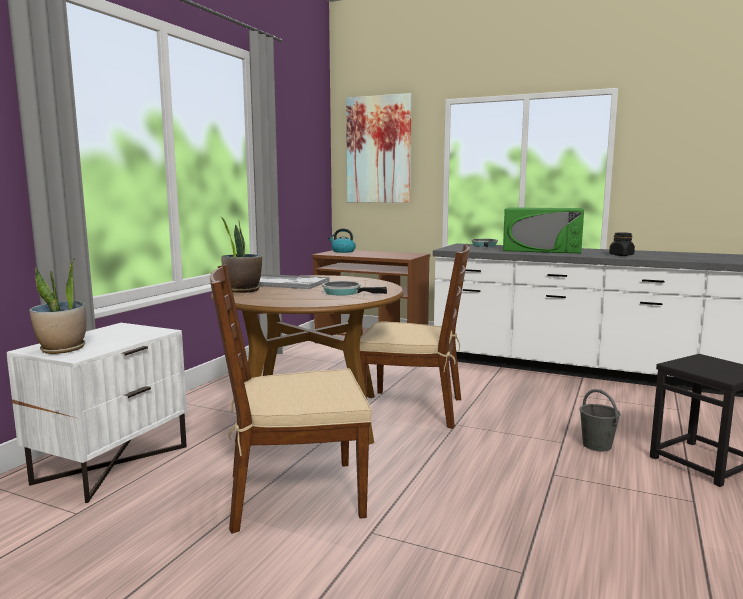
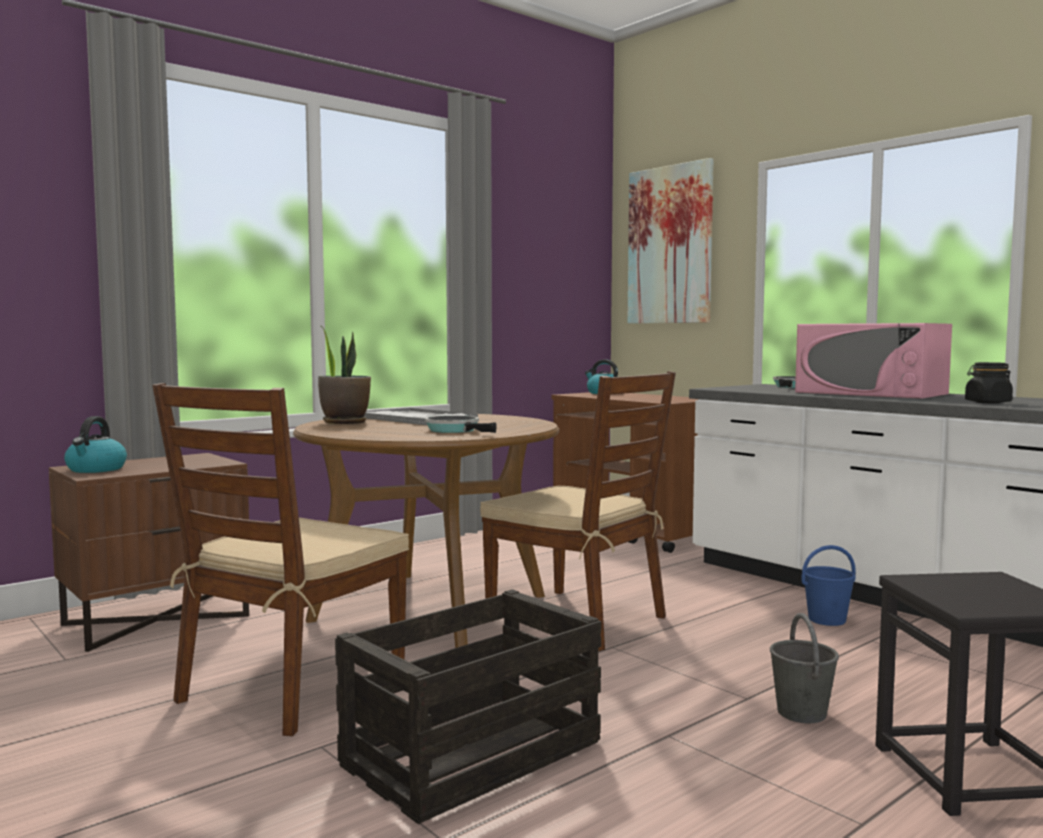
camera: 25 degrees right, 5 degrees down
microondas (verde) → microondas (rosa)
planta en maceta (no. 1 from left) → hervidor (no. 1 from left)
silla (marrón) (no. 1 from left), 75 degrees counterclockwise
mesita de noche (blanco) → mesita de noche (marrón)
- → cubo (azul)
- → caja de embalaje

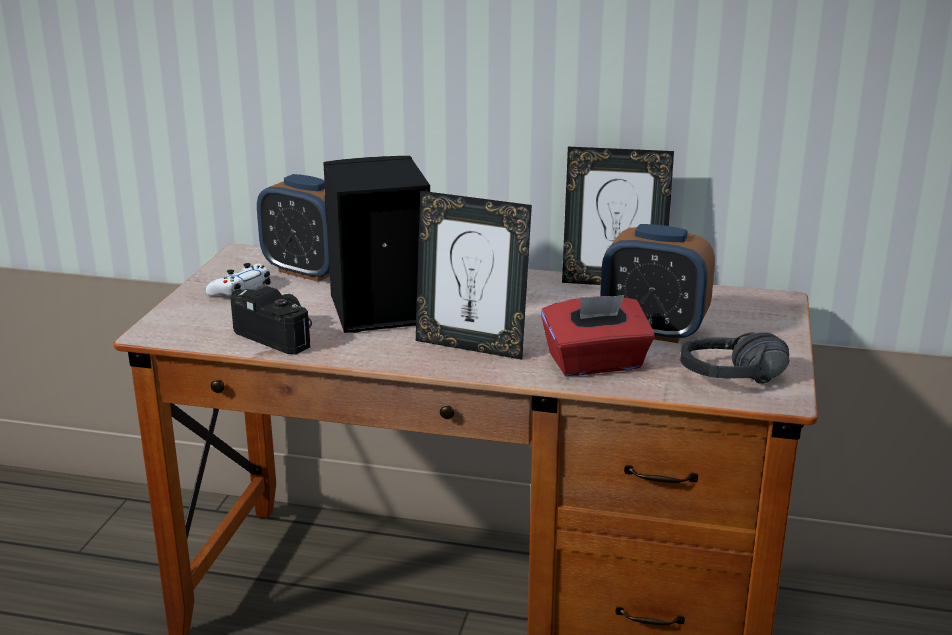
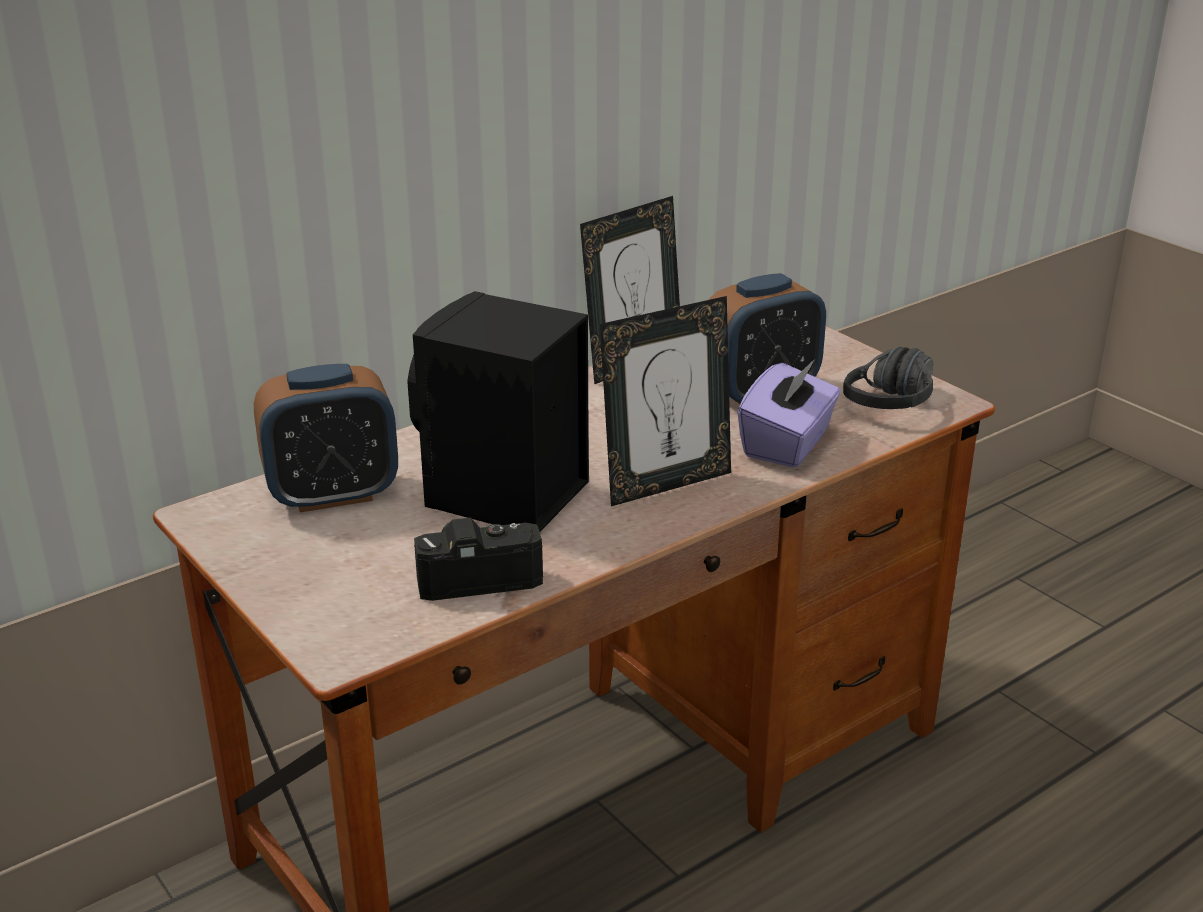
camera: 50 degrees left, 5 degrees up
mando de consola (blanco) → -
caja de pañuelos (rojo) → caja de pañuelos (morado)

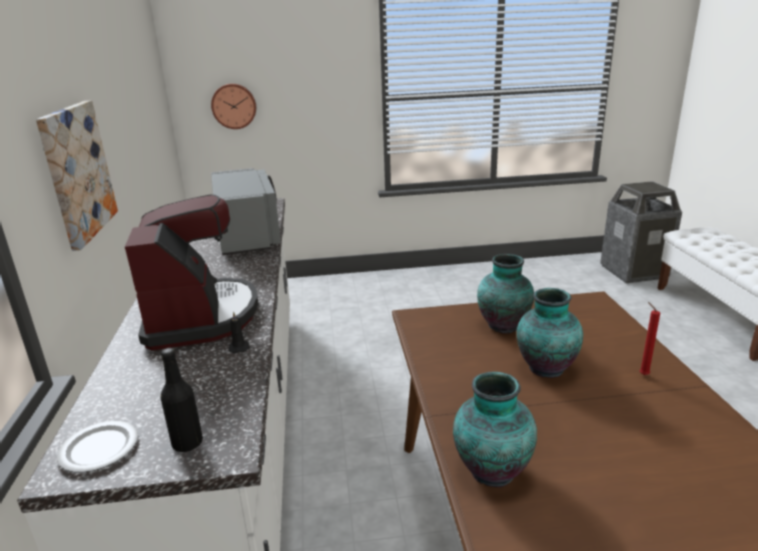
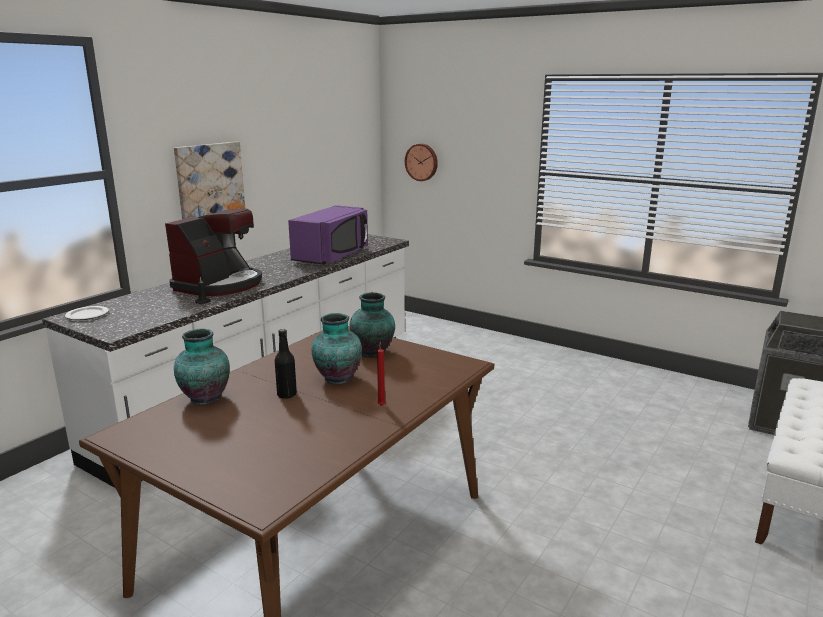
camera: 40 degrees right, 5 degrees down
microondas (gris) → microondas (morado)
botella (negro), shifted

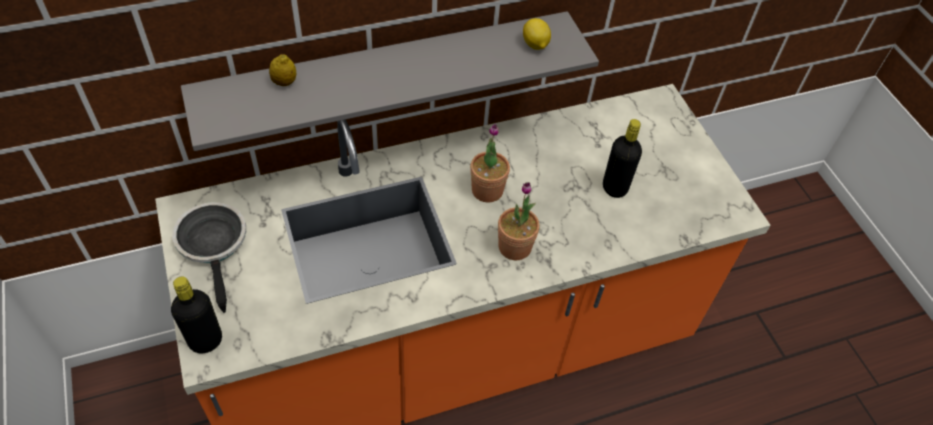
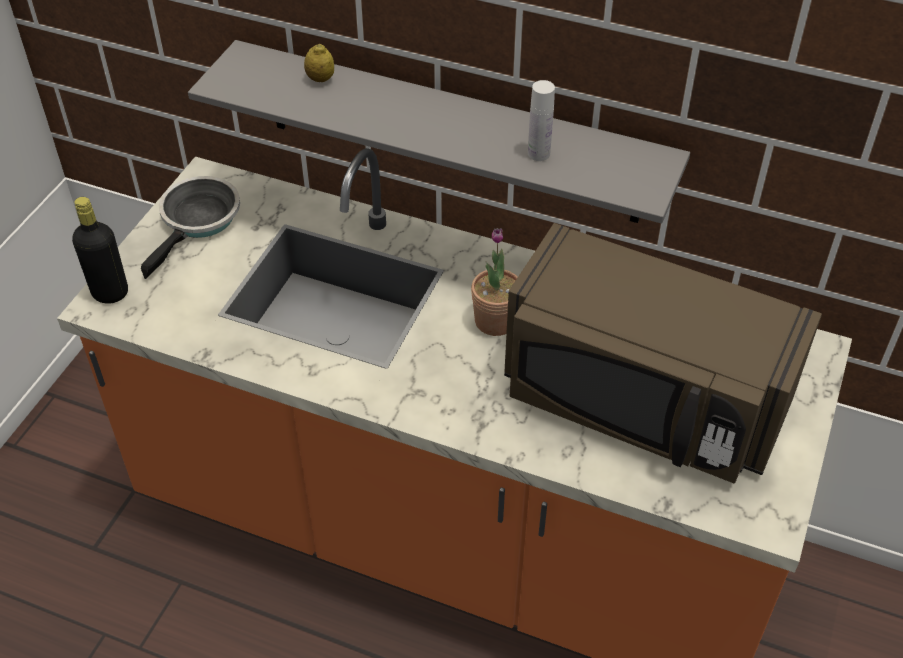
camera: 45 degrees right, 5 degrees down
limón (no. 2 from left) → -
botella (negro) (no. 2 from left) → microondas (marrón)
planta en maceta (no. 2 from left) → -
- → botella (blanco)

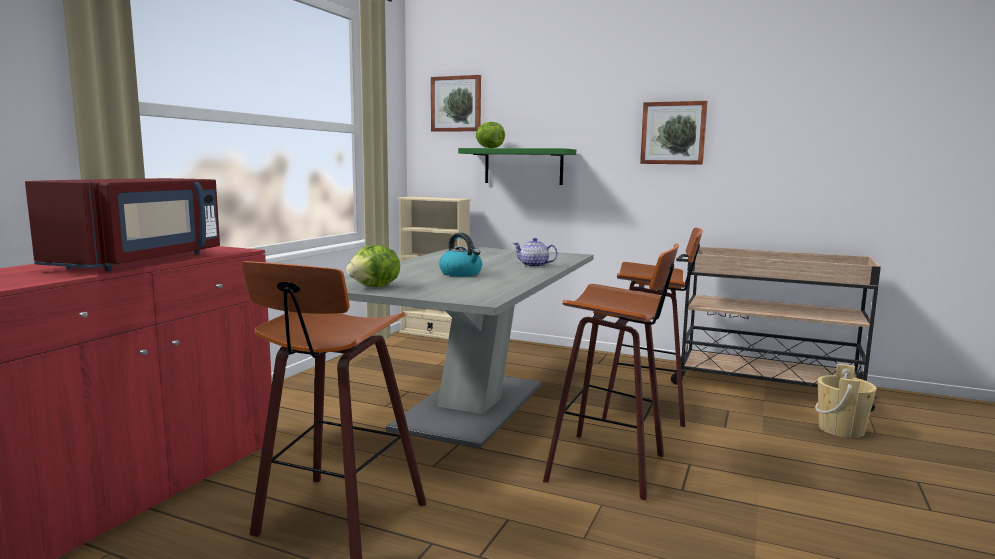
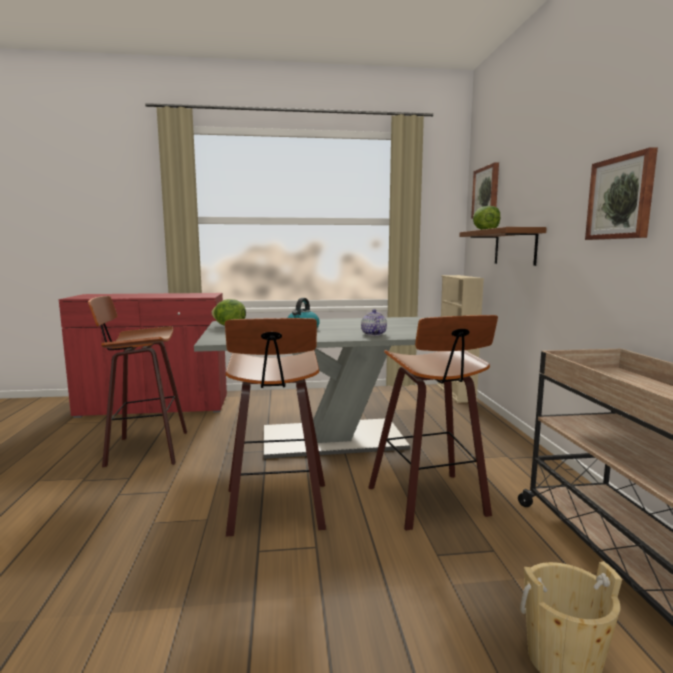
camera: 60 degrees right, 0 degrees up
estante (verde) → estante (marrón)
microondas (rojo) → -

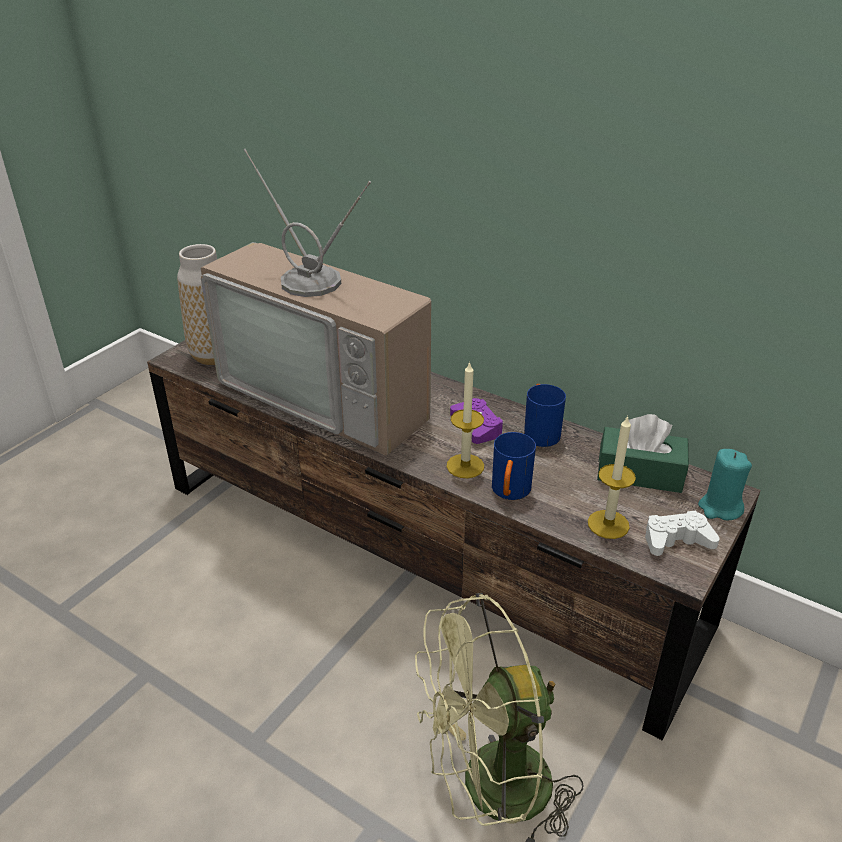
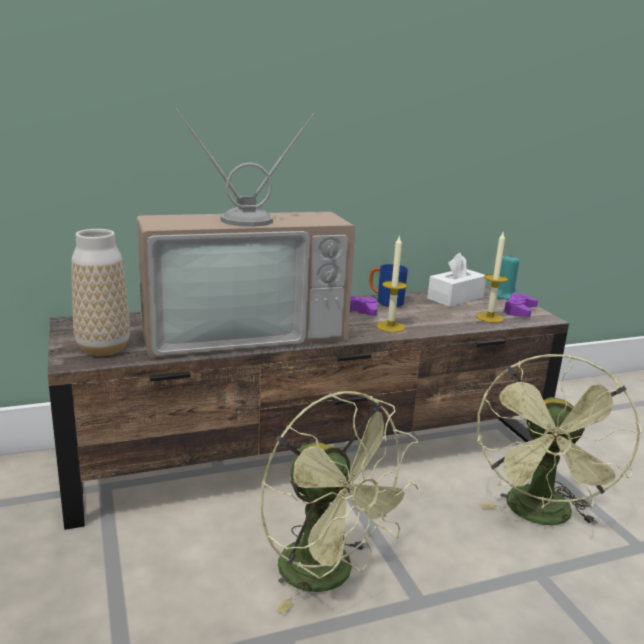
camera: 55 degrees left, 15 degrees down
caja de pañuelos (verde) → caja de pañuelos (blanco)
taza grande (azul) (no. 1 from left) → -
mando de consola (blanco) → mando de consola (morado) (no. 2 from left)
- → ventilador (verde) (no. 1 from left)

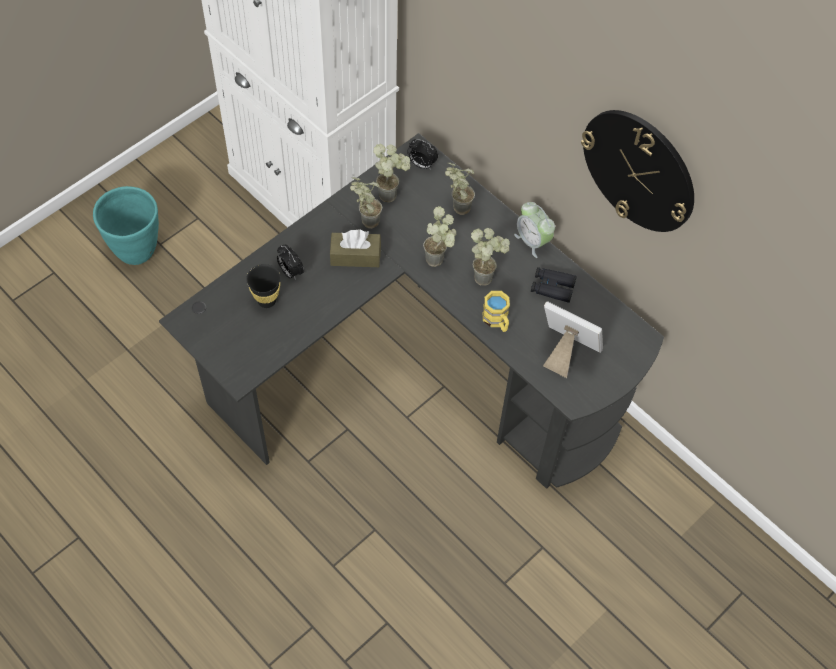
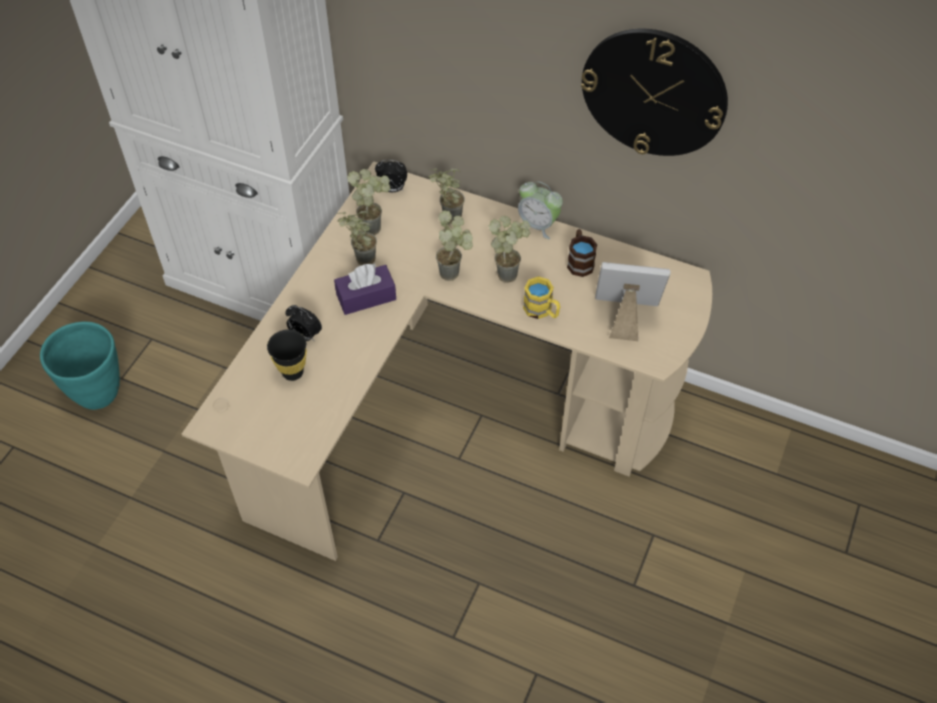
camera: 20 degrees left, 5 degrees down
escritorio (negro) → escritorio (beis)
caja de pañuelos (marrón) → caja de pañuelos (morado)
prismáticos (negro) → taza grande (marrón)

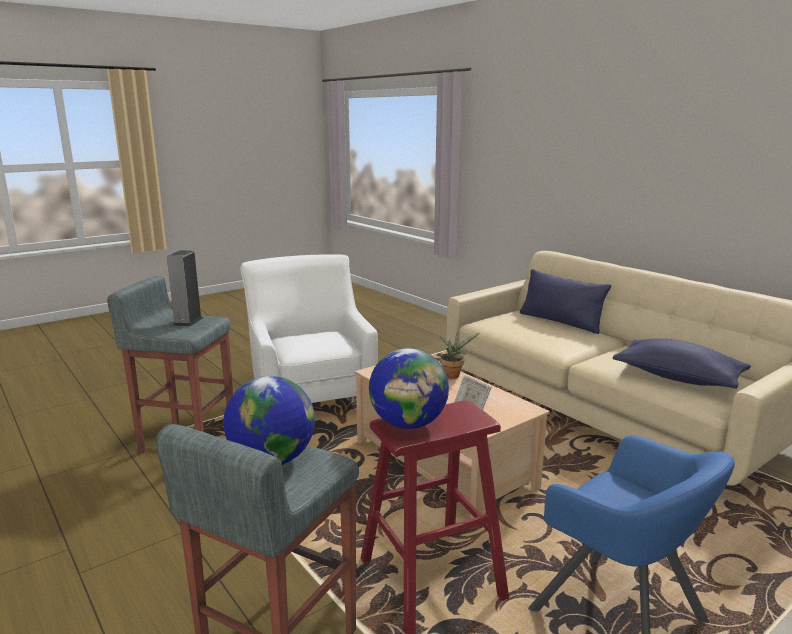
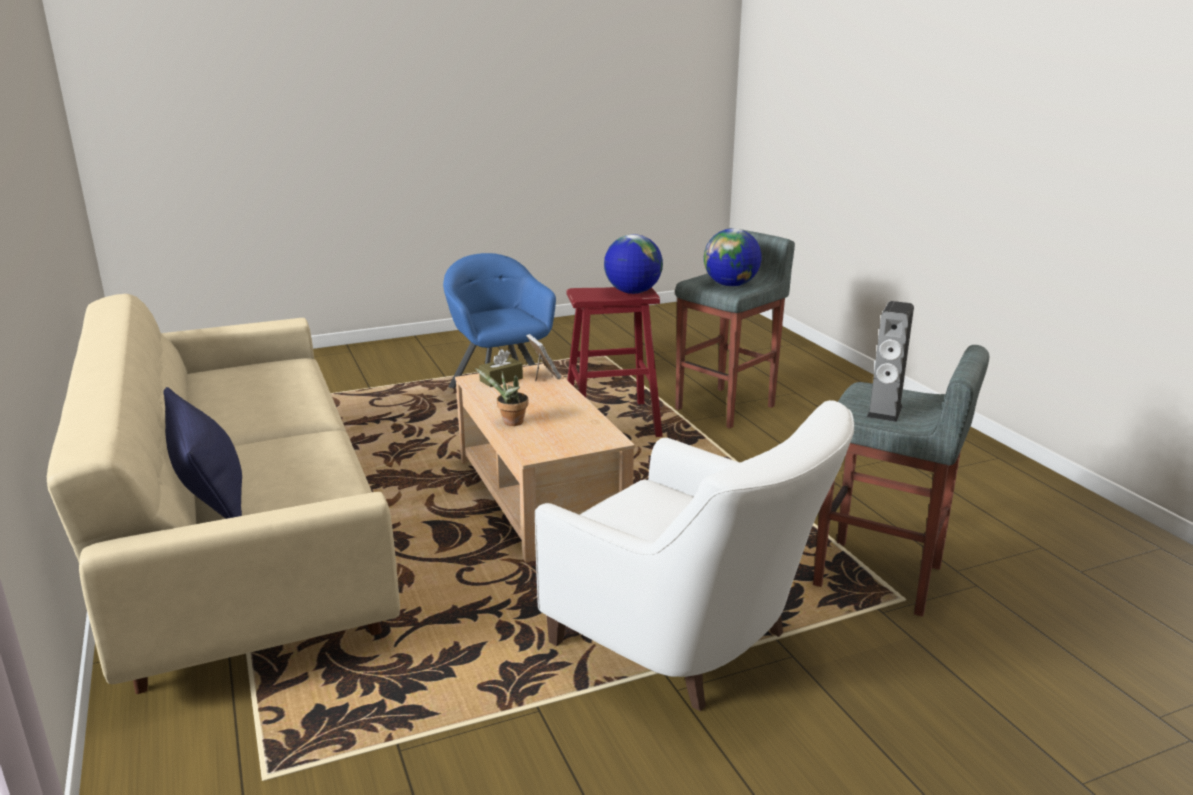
camera: 165 degrees left, 5 degrees up
sillón (blanco), 45 degrees counterclockwise
cojín (azul) (no. 2 from left) → -
- → caja de pañuelos (marrón)

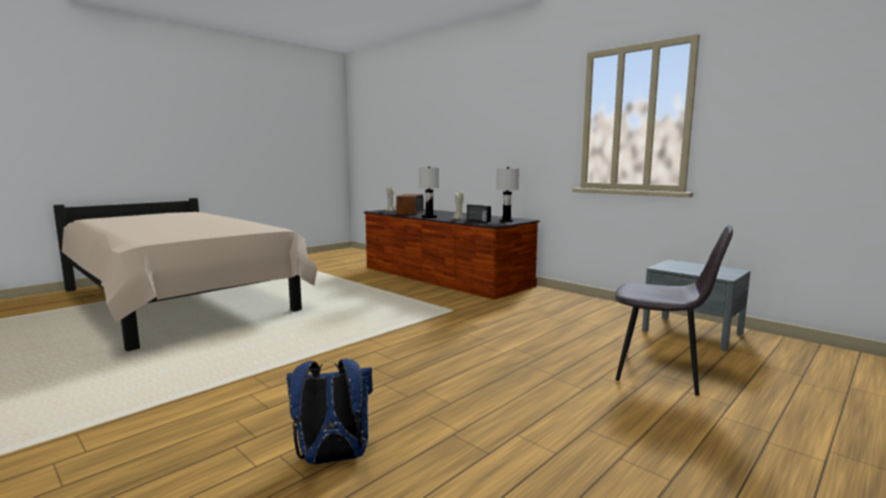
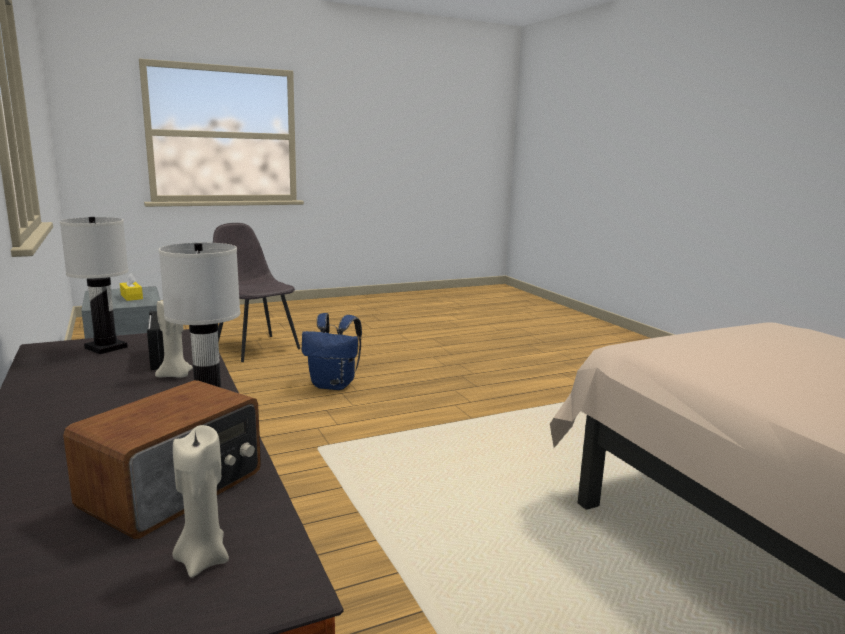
camera: 160 degrees left, 5 degrees up
mochila (azul), shifted
- → caja de pañuelos (amarillo)

